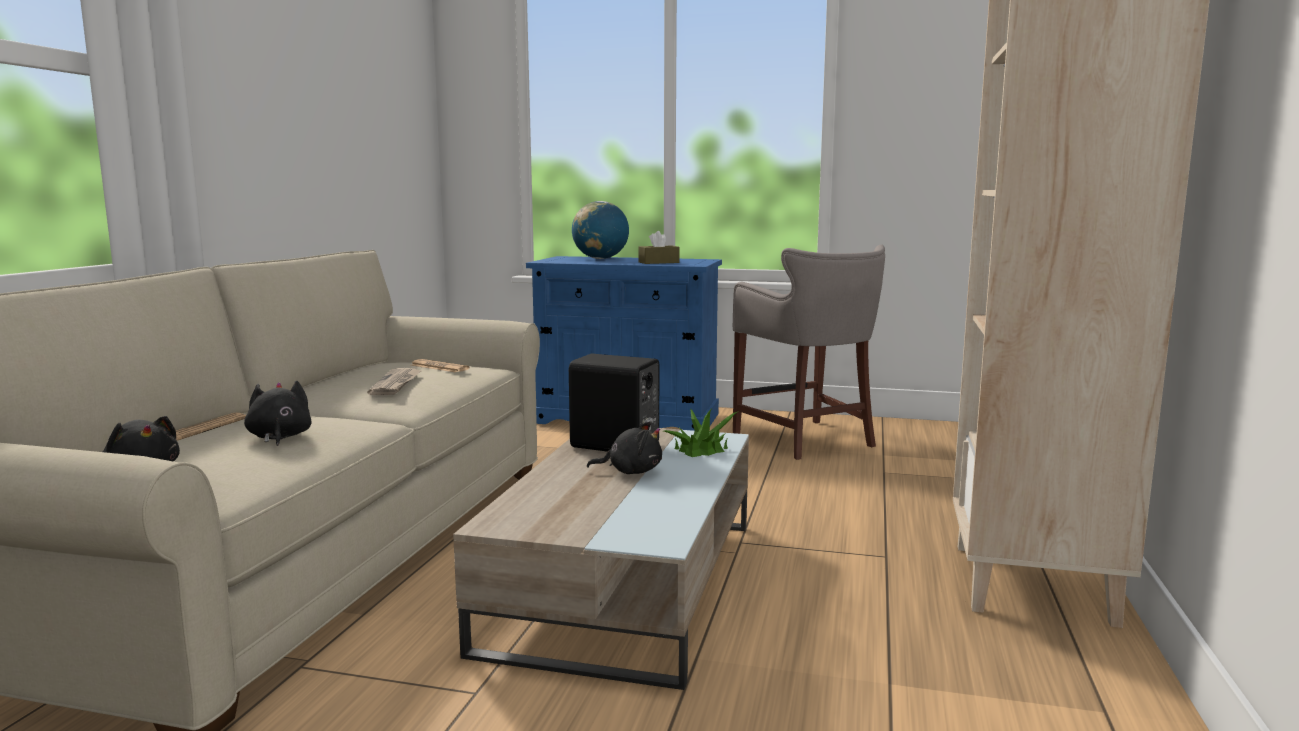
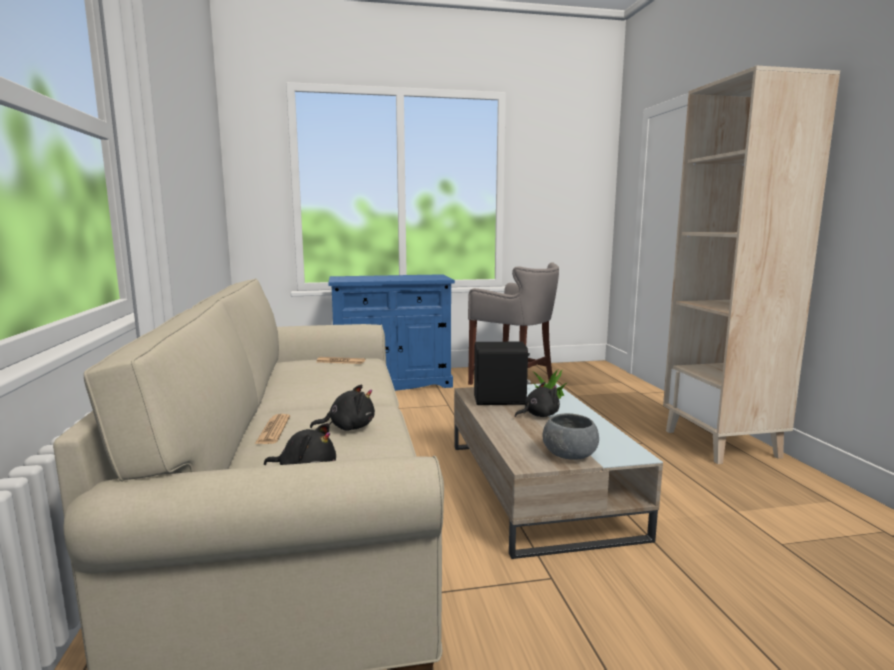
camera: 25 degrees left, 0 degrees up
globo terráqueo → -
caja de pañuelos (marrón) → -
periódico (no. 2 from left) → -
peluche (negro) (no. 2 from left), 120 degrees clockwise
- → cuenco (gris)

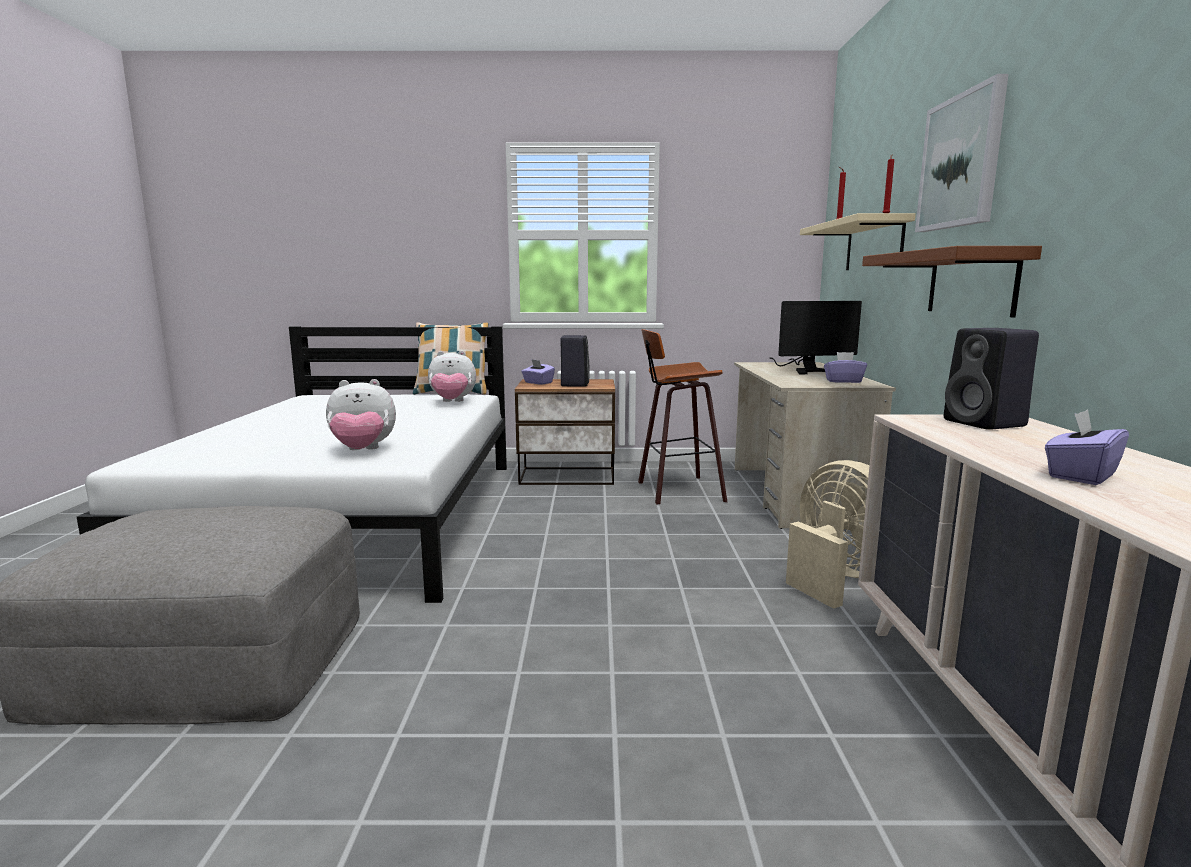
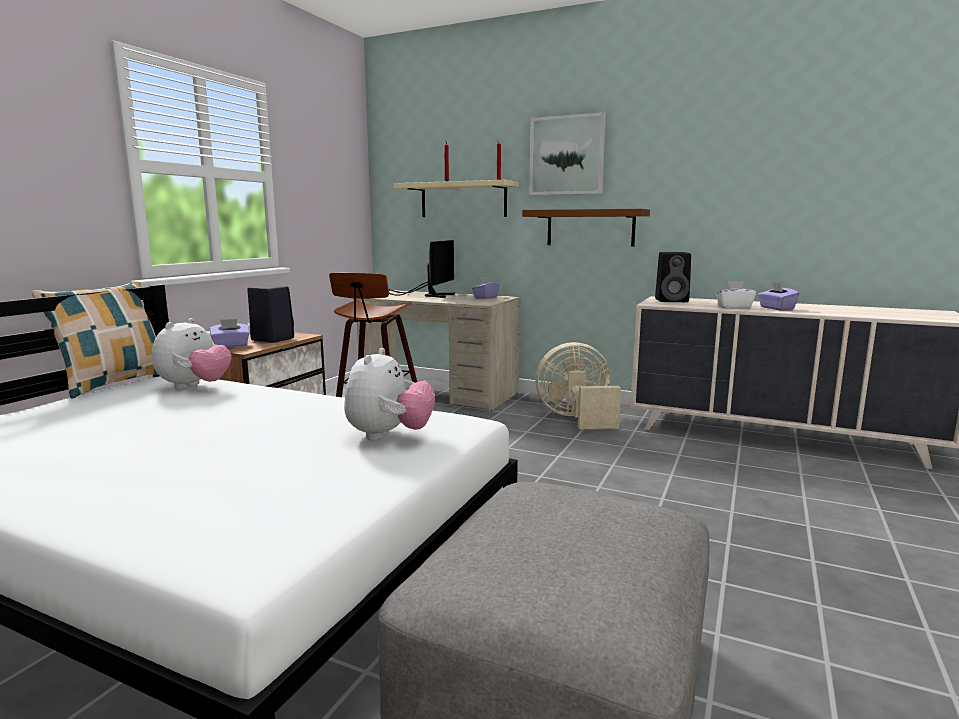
camera: 65 degrees left, 0 degrees up
- → caja de pañuelos (blanco)

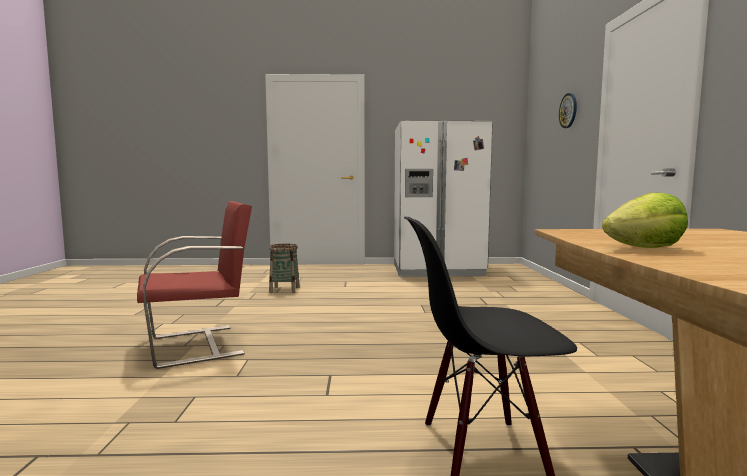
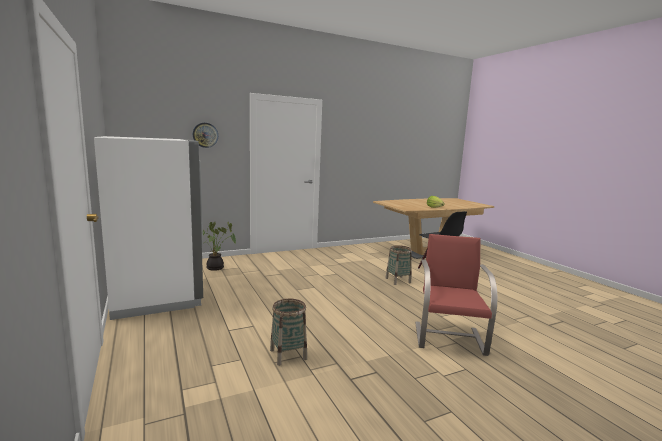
camera: 115 degrees left, 5 degrees up
silla (rojo), 60 degrees clockwise
- → planta en maceta
- → cesta (no. 2 from left)

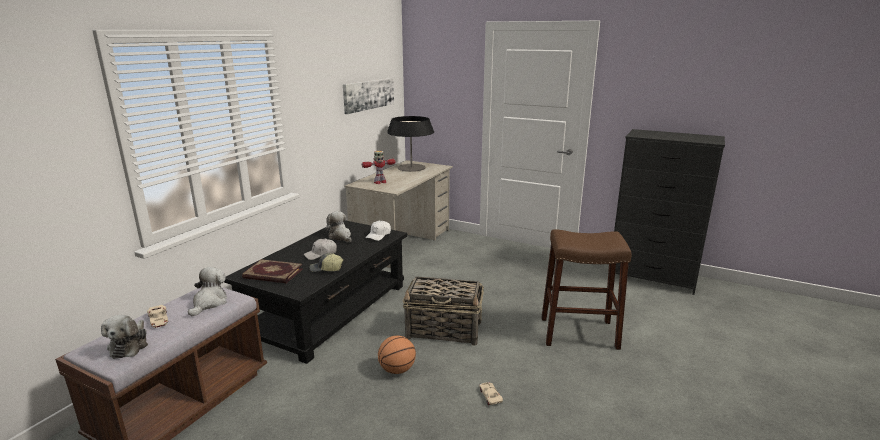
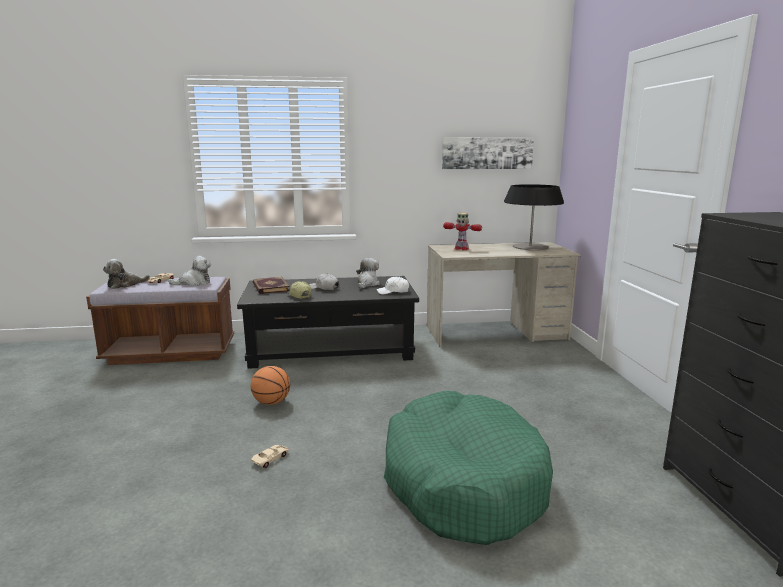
camera: 55 degrees right, 5 degrees down
taburete (marrón) → cama para perro (verde)
cesta → -

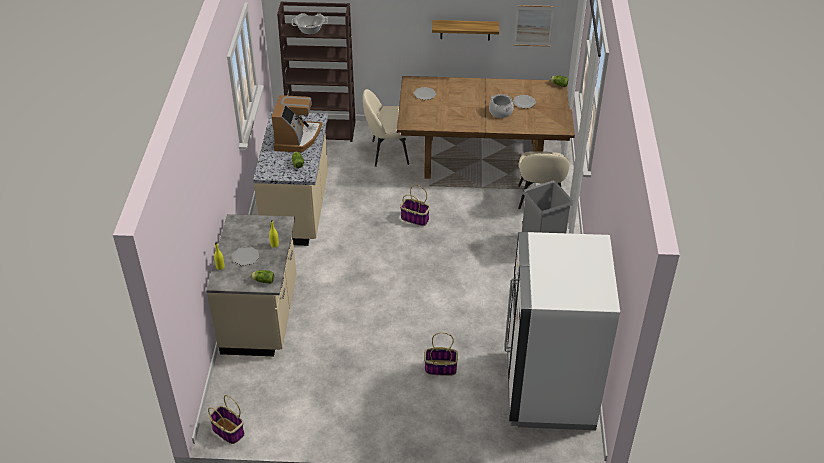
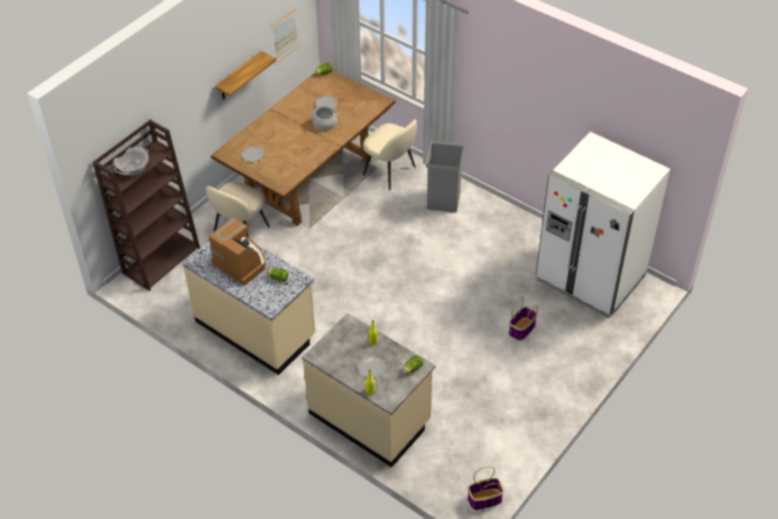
camera: 55 degrees left, 5 degrees up
cesta (no. 2 from left) → -

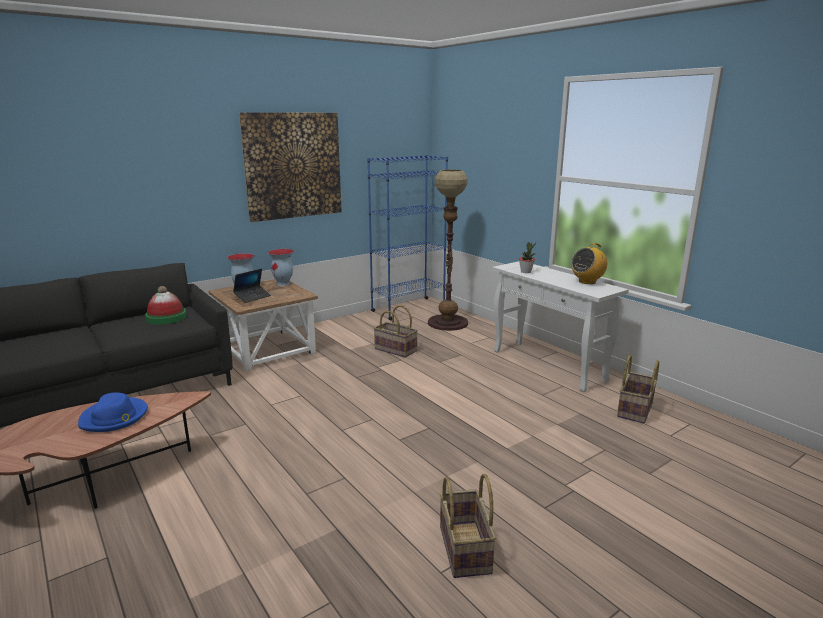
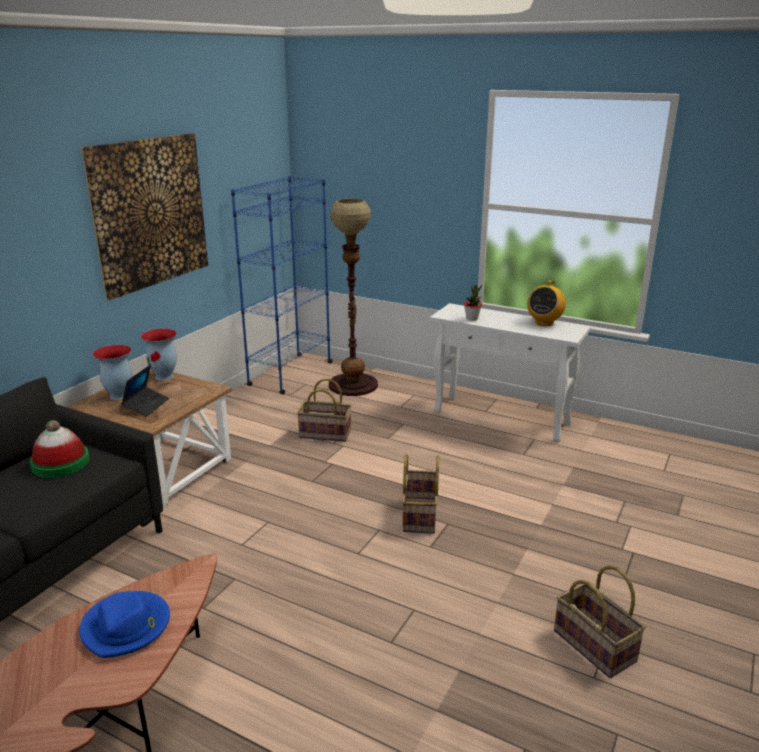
camera: 25 degrees left, 5 degrees up
cesta (no. 3 from left in the first image) → cesta (no. 2 from left), shifted

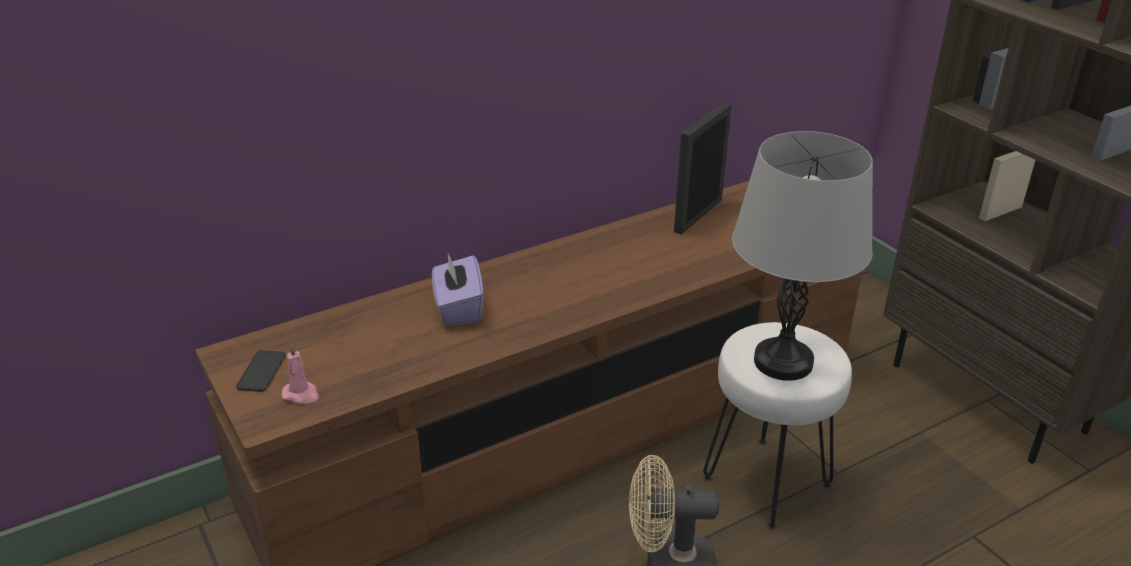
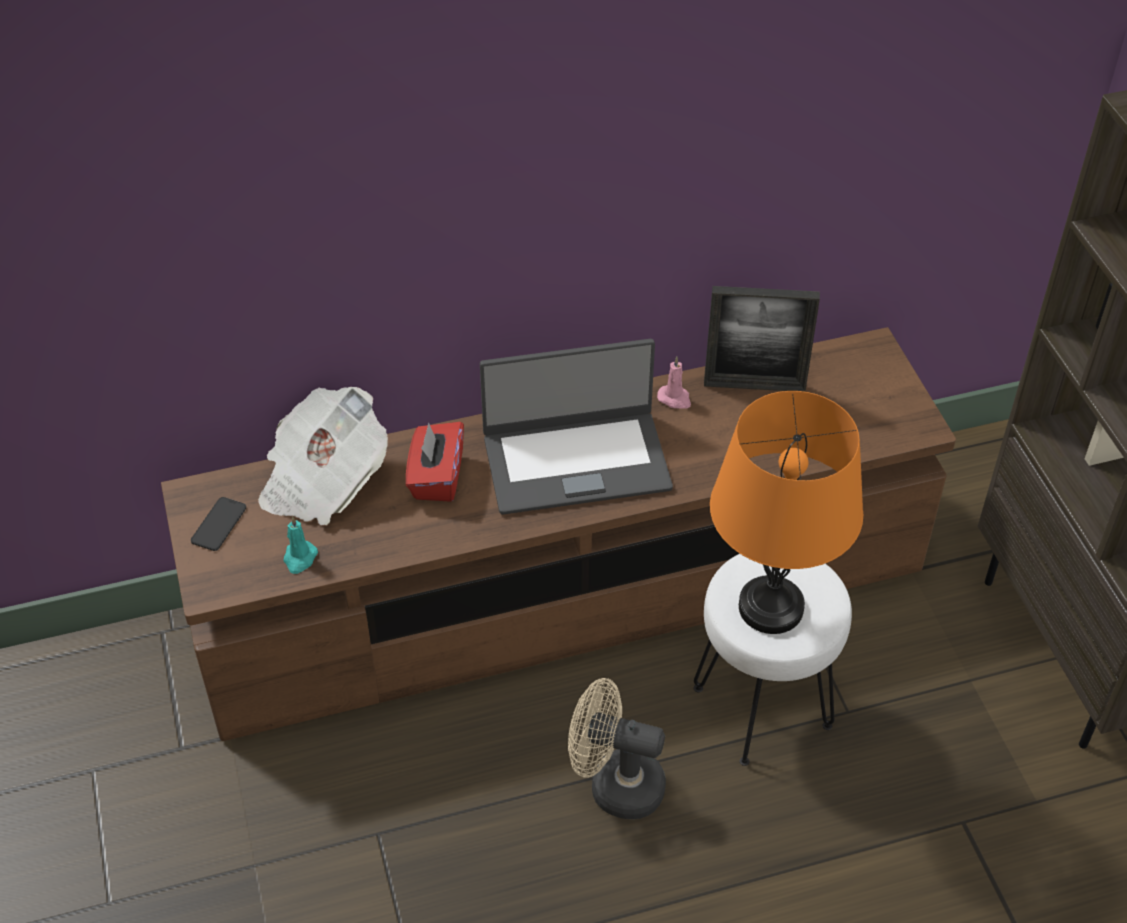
camera: 15 degrees right, 15 degrees up
portarretratos, 135 degrees counterclockwise
lámpara de mesa (gris) → lámpara de mesa (naranja)
caja de pañuelos (morado) → caja de pañuelos (rojo)
vela (rosa), shifted
- → portátil
- → periódico
- → vela (turquesa)

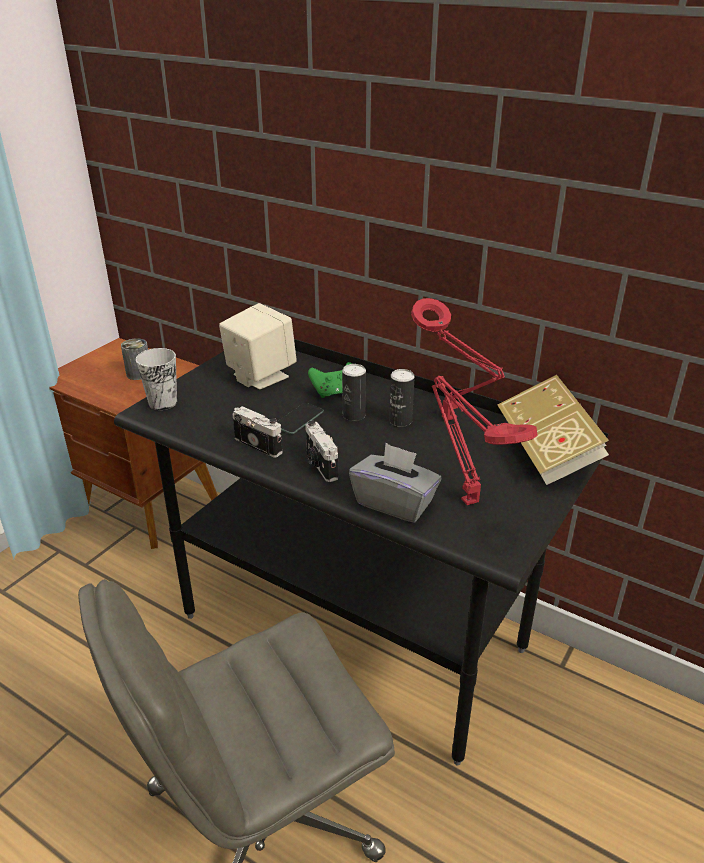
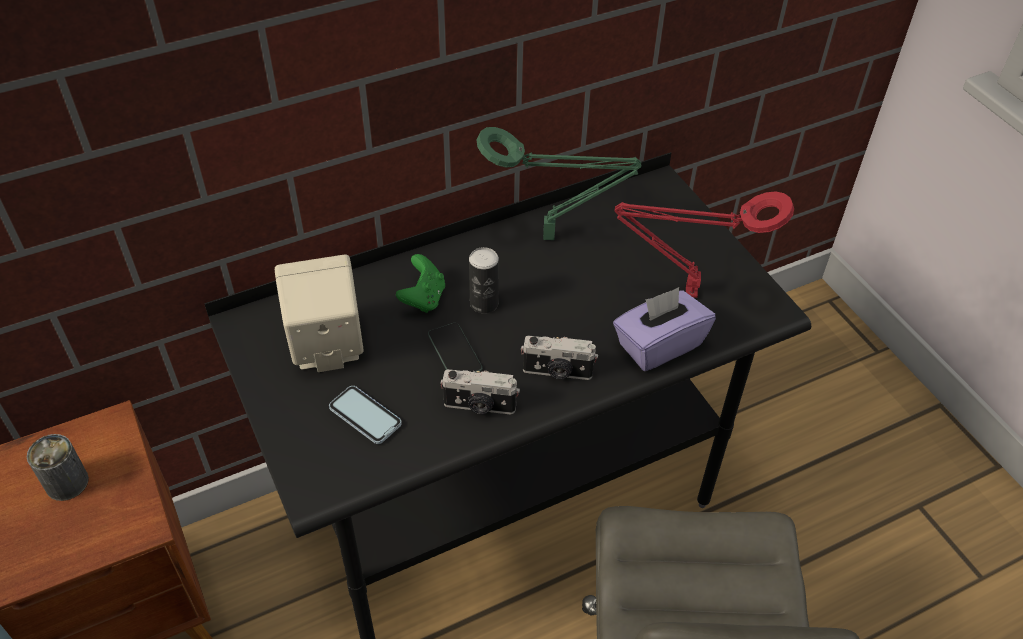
camera: 60 degrees left, 15 degrees up
lámpara de mesa (rojo) (no. 1 from left) → lámpara de mesa (verde)
taza → -
lata (no. 3 from left) → -
libro → -
cámara (no. 1 from left), 150 degrees counterclockwise
caja de pañuelos (gris) → caja de pañuelos (morado)
- → móvil (no. 1 from left)

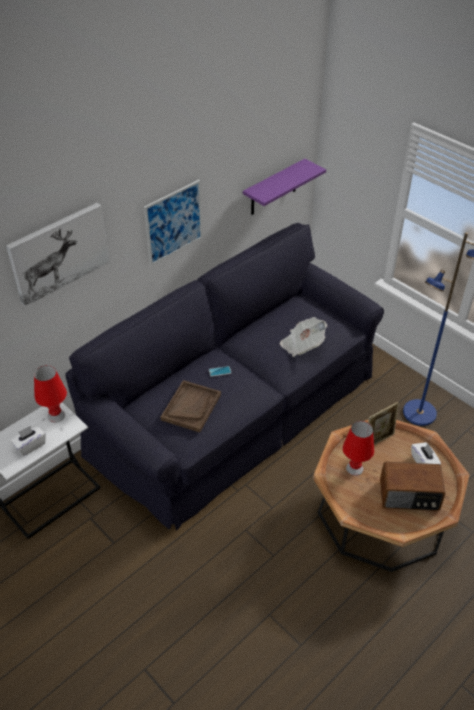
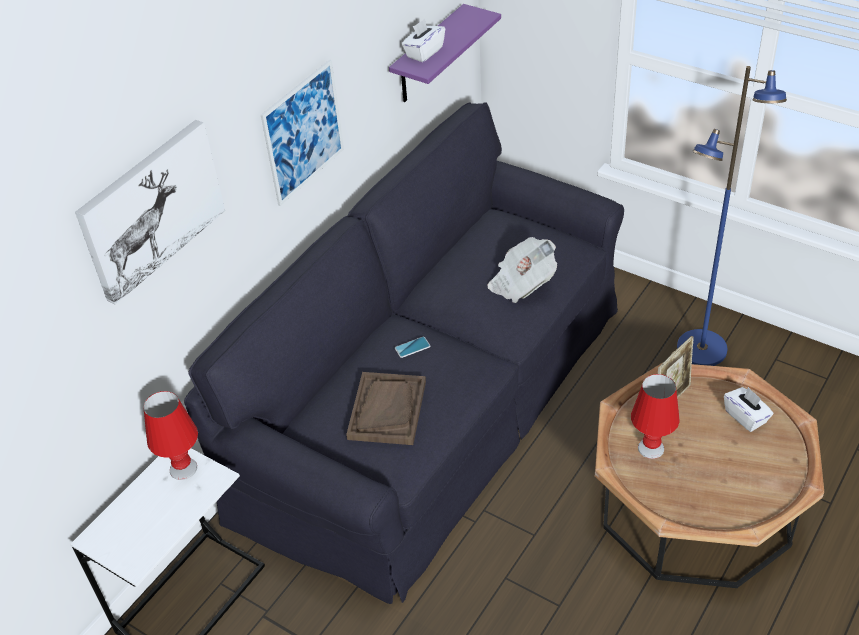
camera: 10 degrees left, 0 degrees up
caja de pañuelos (blanco) (no. 1 from left), shifted
radio → -

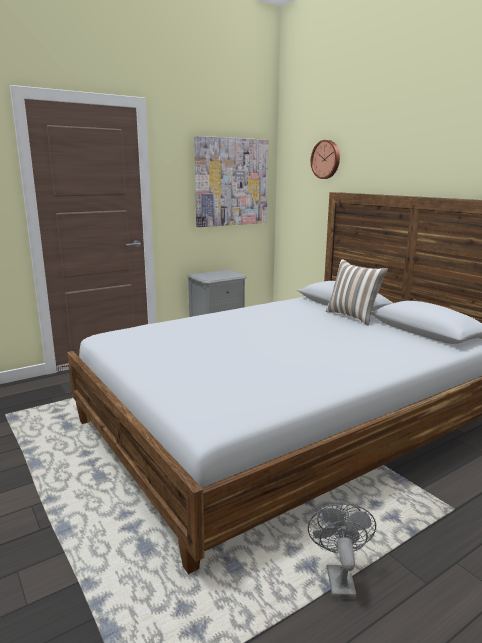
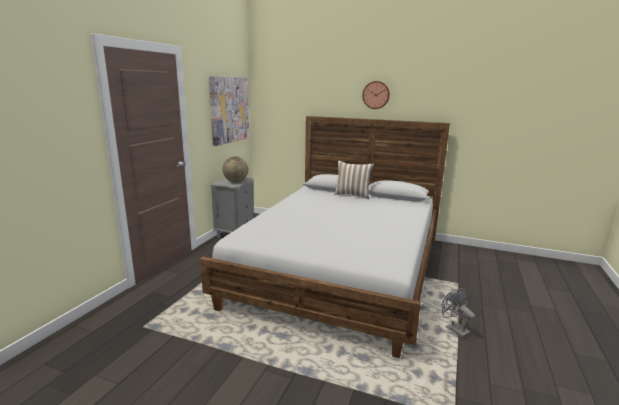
camera: 35 degrees left, 0 degrees up
reloj de pared, shifted
- → globo terráqueo

